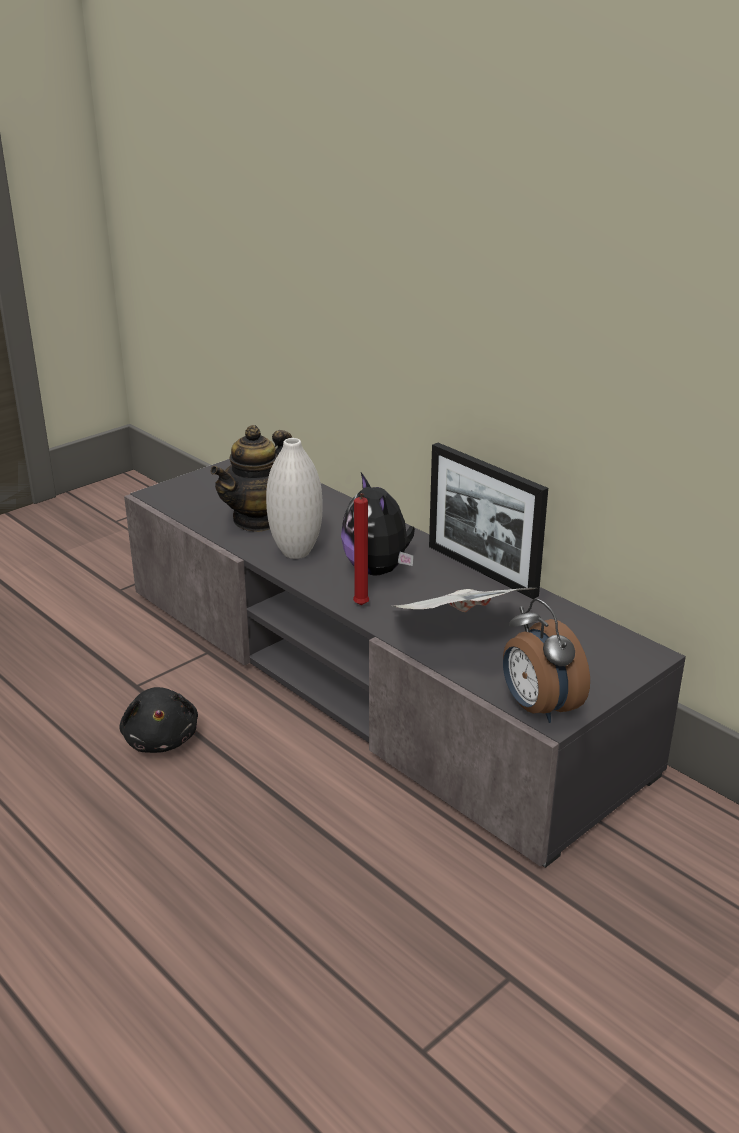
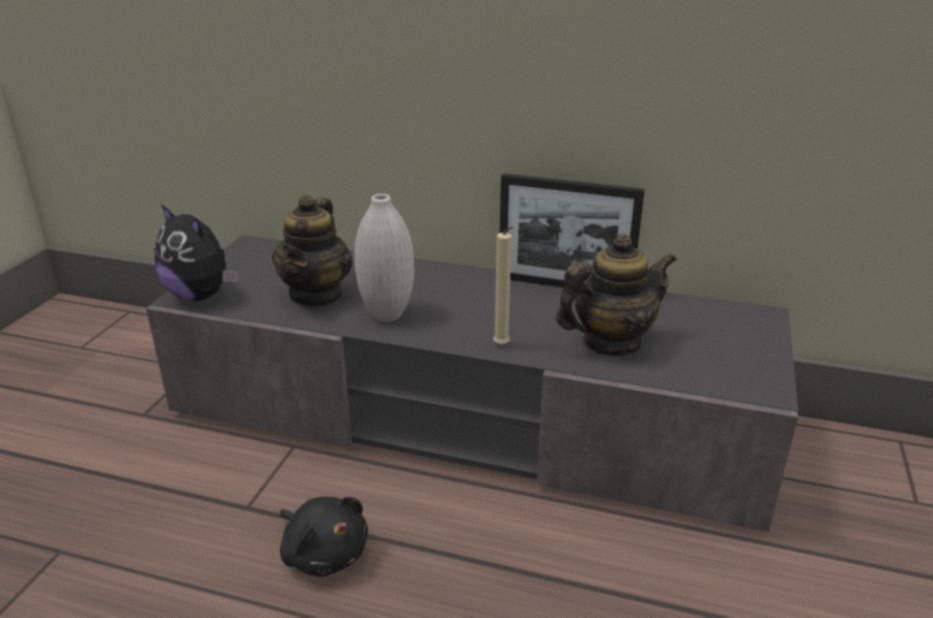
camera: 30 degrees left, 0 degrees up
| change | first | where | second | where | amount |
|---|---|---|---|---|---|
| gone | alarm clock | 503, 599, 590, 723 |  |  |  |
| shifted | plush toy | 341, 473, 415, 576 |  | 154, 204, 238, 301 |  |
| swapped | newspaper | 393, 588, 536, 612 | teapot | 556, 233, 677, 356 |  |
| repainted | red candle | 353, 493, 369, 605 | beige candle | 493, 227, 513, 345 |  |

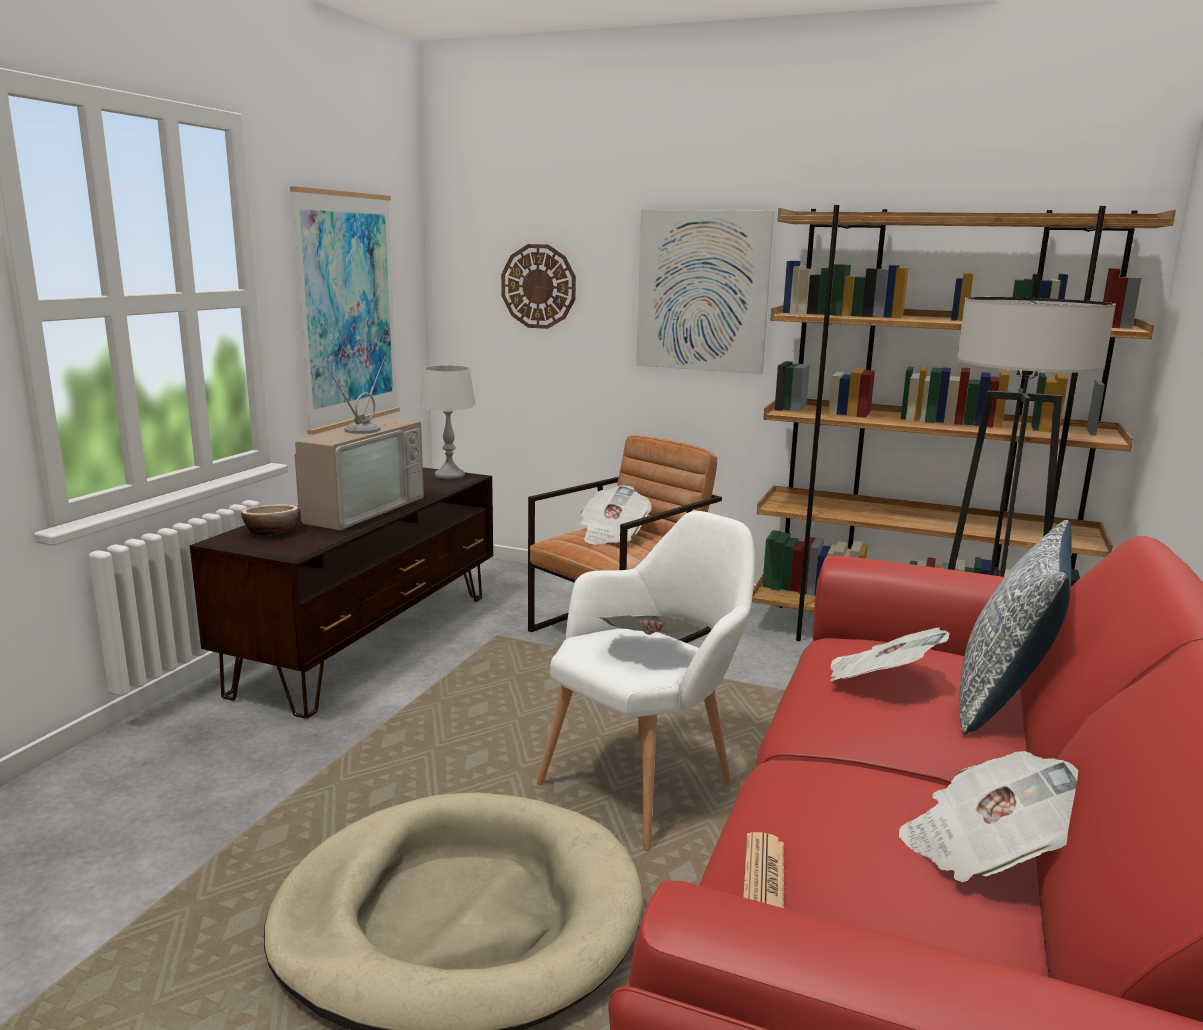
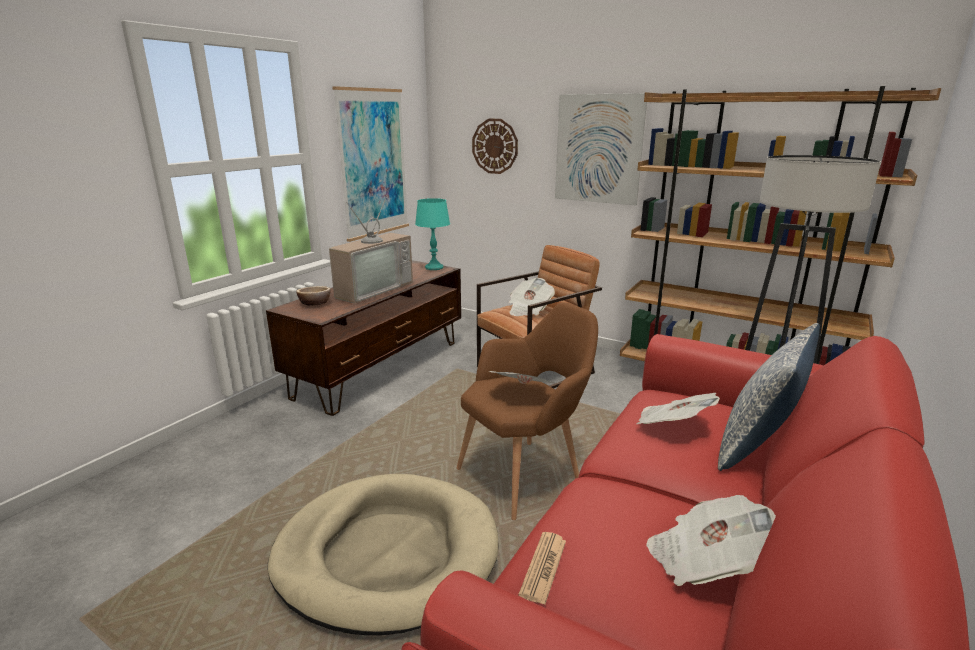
camera: 10 degrees right, 5 degrees up
| change | first | where | second | where | amount |
|---|---|---|---|---|---|
| repainted | grey table lamp | 419, 365, 476, 479 | turquoise table lamp | 415, 198, 450, 270 |  |
| repainted | white armchair | 537, 511, 755, 851 | brown armchair | 456, 302, 598, 520 |  |

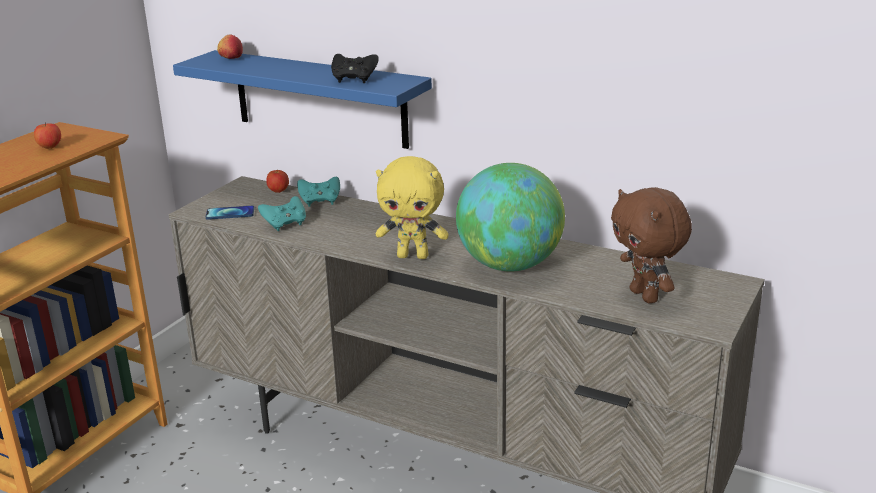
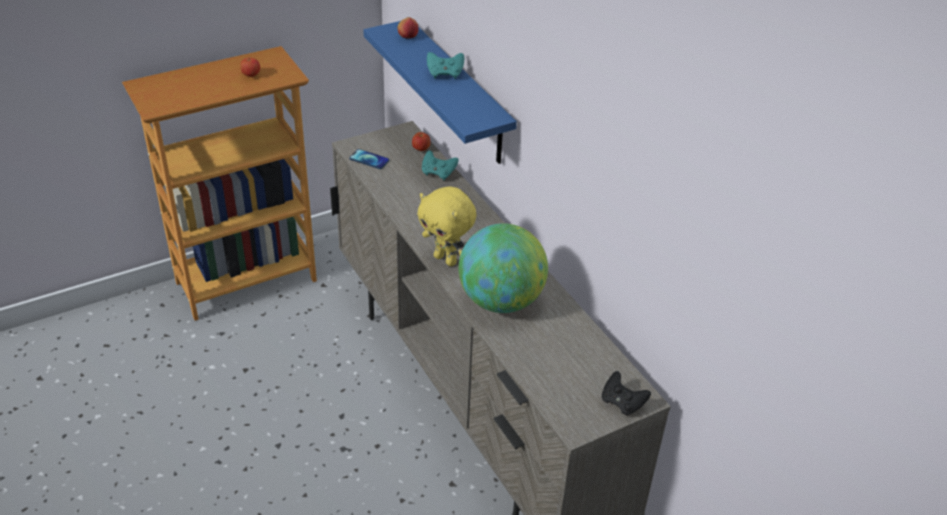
camera: 30 degrees right, 15 degrees up
| change | first | where | second | where | amount |
|---|---|---|---|---|---|
| gone | brown plush toy | 611, 187, 692, 304 |  |  |  |
| shifted | turquoise game controller | 258, 196, 306, 231 |  | 427, 52, 464, 79 |  |
| shifted | black game controller | 331, 54, 379, 83 |  | 602, 371, 651, 416 |  |

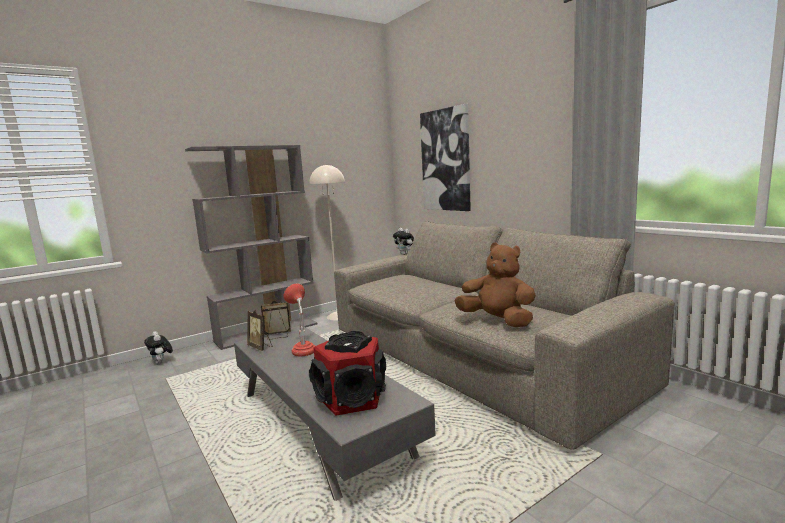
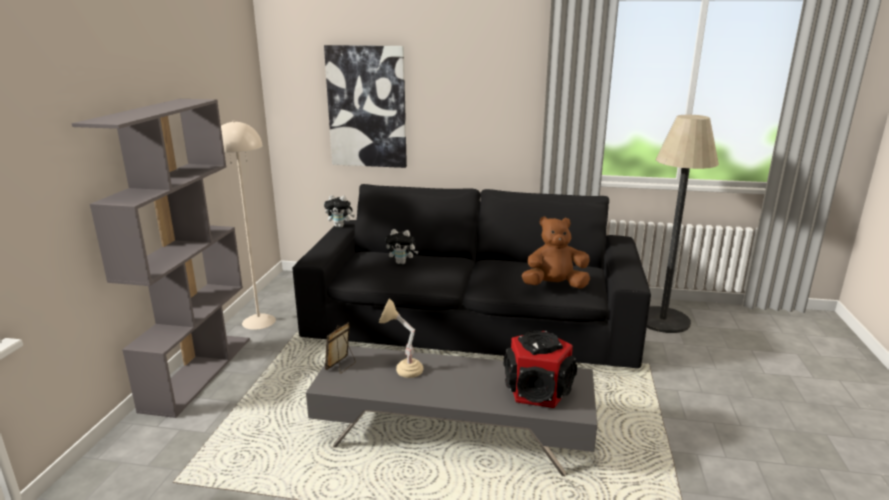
camera: 45 degrees left, 10 degrees up
| change | first | where | second | where | amount |
|---|---|---|---|---|---|
| gone | picture frame | 247, 310, 272, 351 |  |  |  |
| new |  |  | floor lamp | 647, 115, 719, 333 |  |
| shifted | plush toy | 144, 331, 173, 364 |  | 385, 229, 419, 264 |  |
| repainted | red table lamp | 284, 283, 315, 357 | beige table lamp | 379, 299, 423, 378 |  |
| repainted | beige sofa | 334, 221, 674, 450 | black sofa | 293, 184, 651, 368 |  |

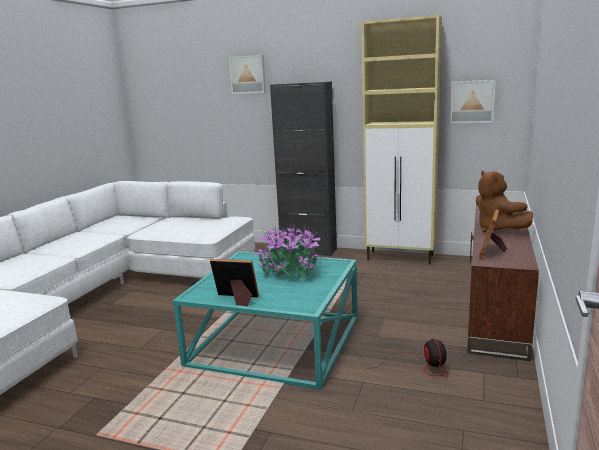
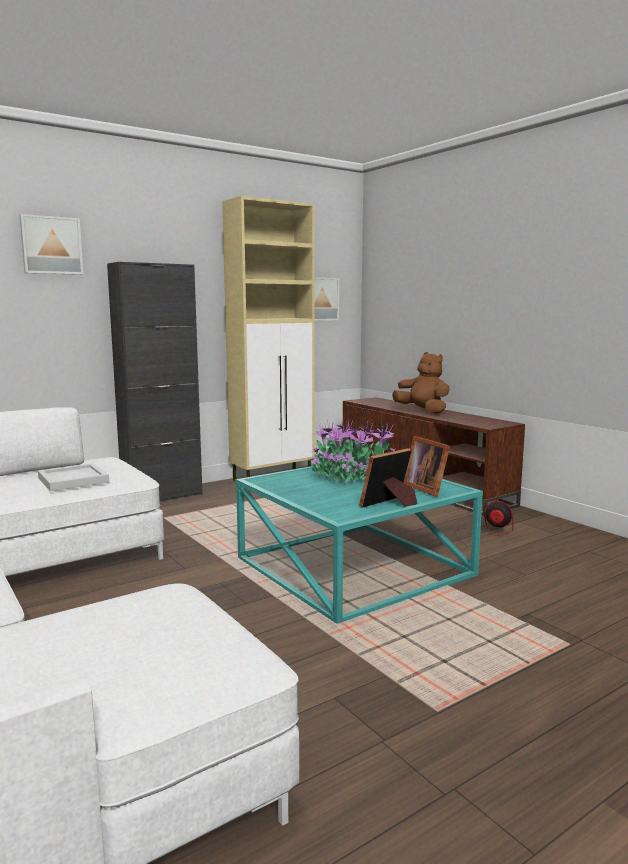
camera: 55 degrees left, 5 degrees down
| change | first | where | second | where | amount |
|---|---|---|---|---|---|
| new |  |  | white tray | 38, 463, 109, 491 |  |
| shifted | picture frame | 479, 209, 507, 259 |  | 404, 436, 450, 497 |  |
| rotated | brown plush toy | 476, 171, 533, 232 |  | 392, 352, 450, 414 | 150 degrees counterclockwise |

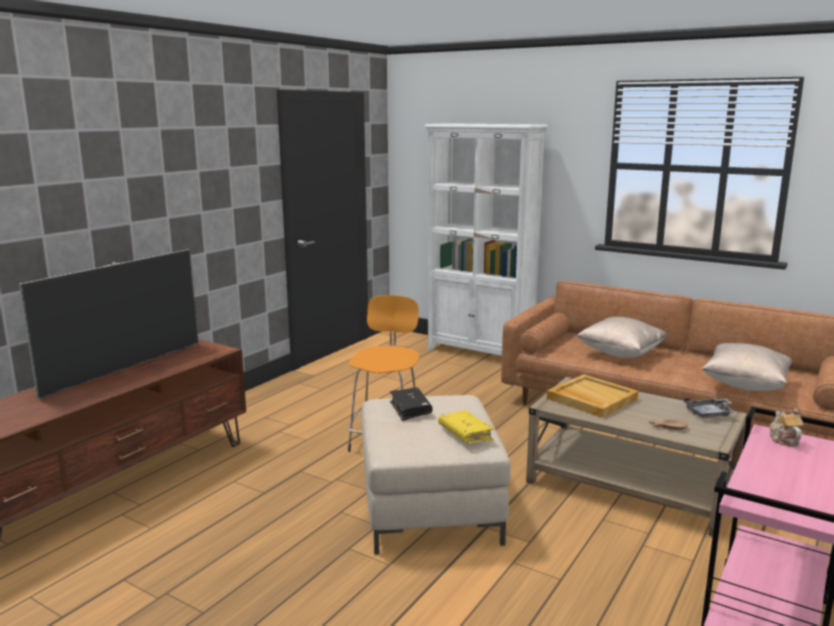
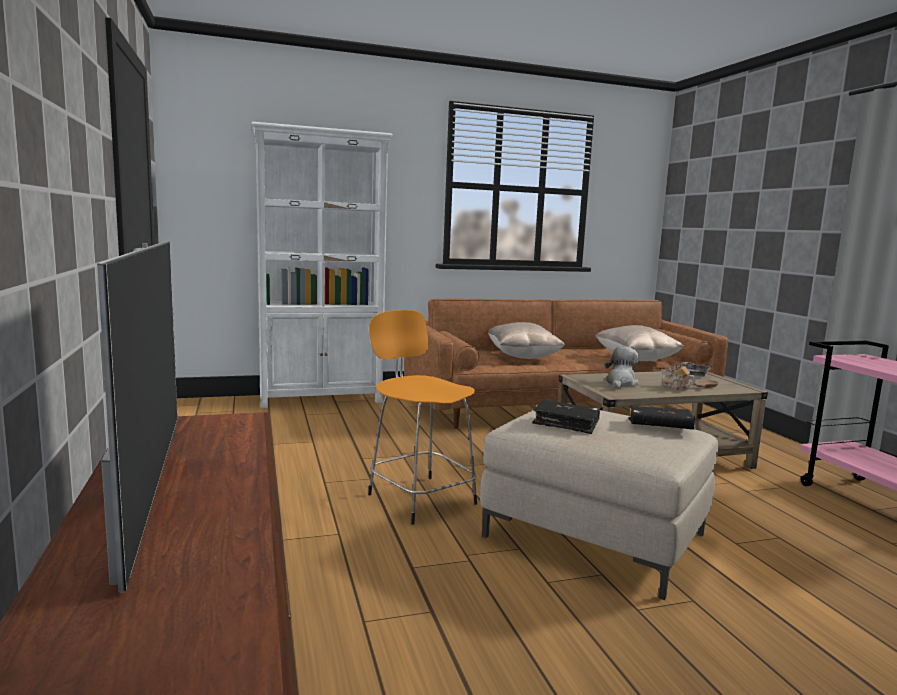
camera: 50 degrees left, 5 degrees down
| change | first | where | second | where | amount |
|---|---|---|---|---|---|
| shifted | teapot | 769, 408, 804, 447 |  | 661, 362, 695, 390 |  |
| swapped | beige tray | 547, 374, 639, 418 | plush toy | 605, 347, 639, 388 |  |
| repainted | yellow book | 438, 411, 495, 443 | black book | 628, 405, 695, 430 |  |

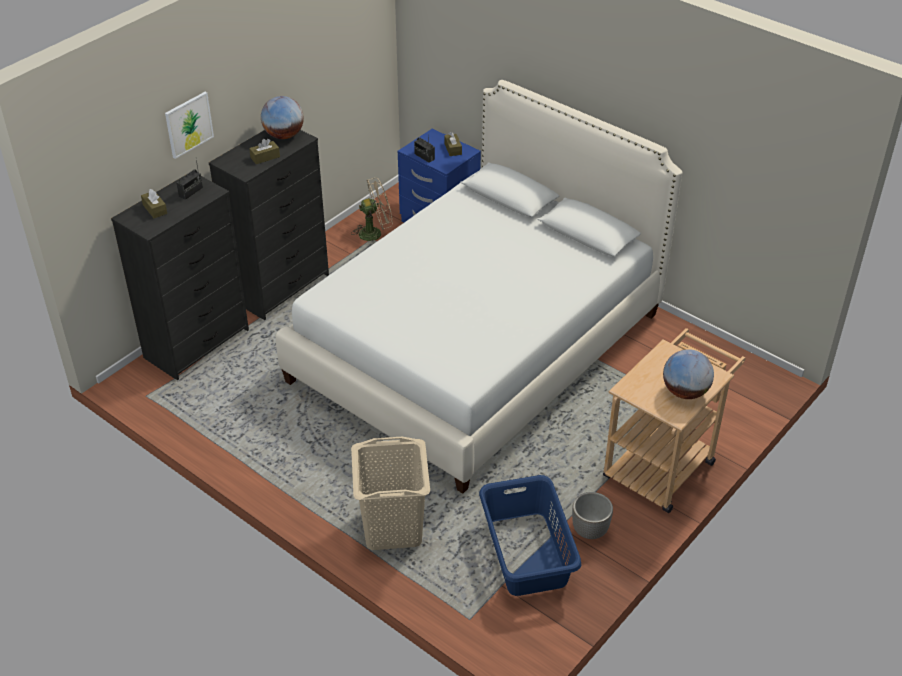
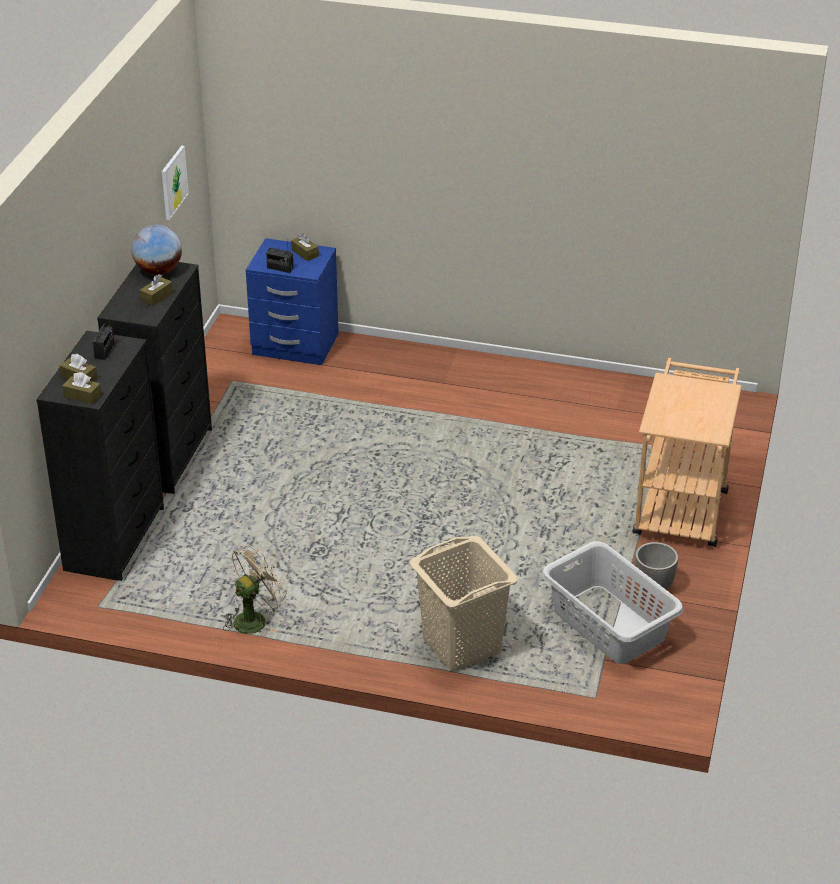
camera: 25 degrees left, 5 degrees down
| change | first | where | second | where | amount |
|---|---|---|---|---|---|
| gone | white bed | 276, 80, 683, 494 |  |  |  |
| gone | globe | 663, 349, 714, 399 |  |  |  |
| new |  |  | brown tissue box | 62, 372, 101, 404 |  |
| shifted | picture | 165, 92, 214, 159 |  | 162, 146, 189, 220 |  |
| shifted | beige fan | 351, 177, 393, 242 |  | 223, 544, 288, 634 |  |
| repainted | blue laundry basket | 479, 475, 581, 596 | grey laundry basket | 542, 541, 683, 664 |  |

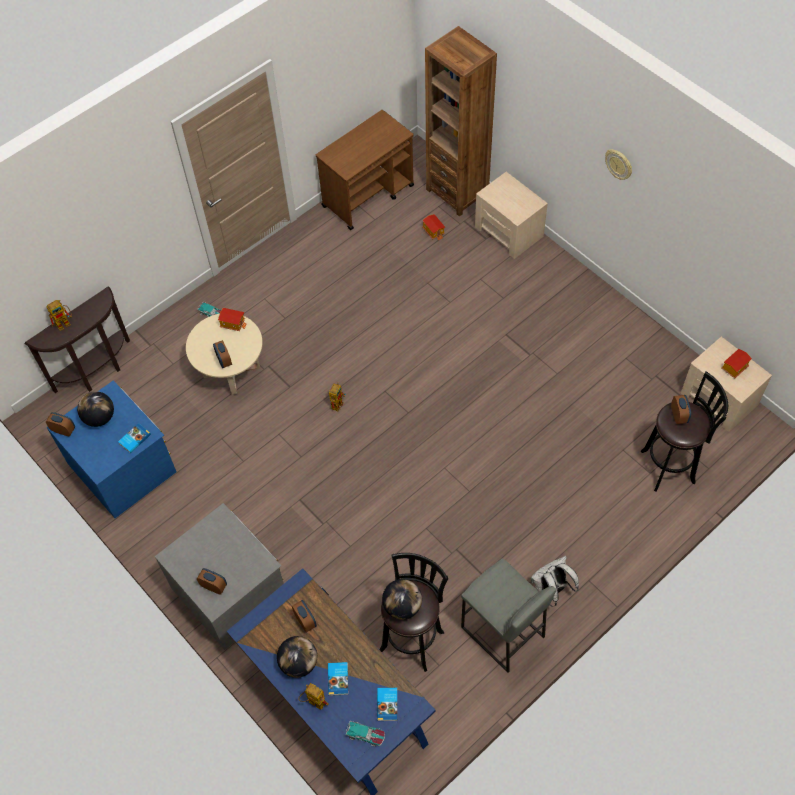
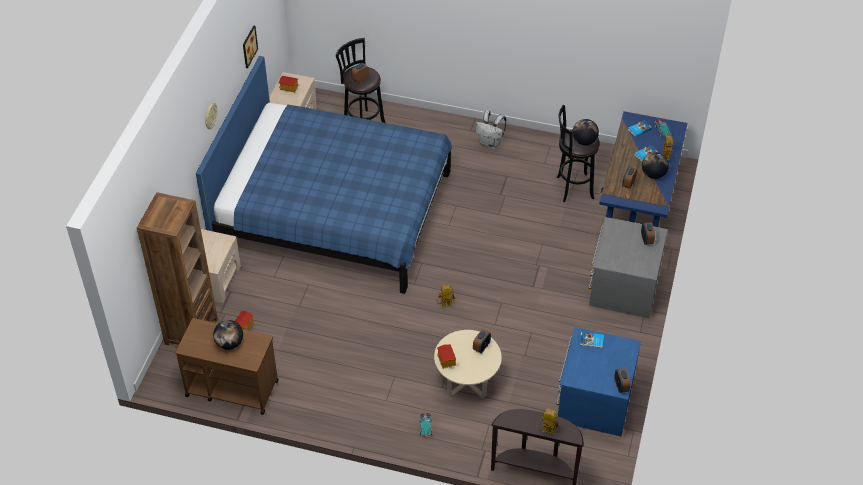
camera: 125 degrees left, 10 degrees down
| change | first | where | second | where | amount |
|---|---|---|---|---|---|
| gone | grey stool | 461, 558, 556, 673 |  |  |  |
| new |  |  | blue bed | 196, 56, 452, 294 |  |
| new |  |  | picture | 243, 25, 258, 68 |  |
| shifted | globe | 77, 391, 114, 427 |  | 213, 320, 243, 350 |  |

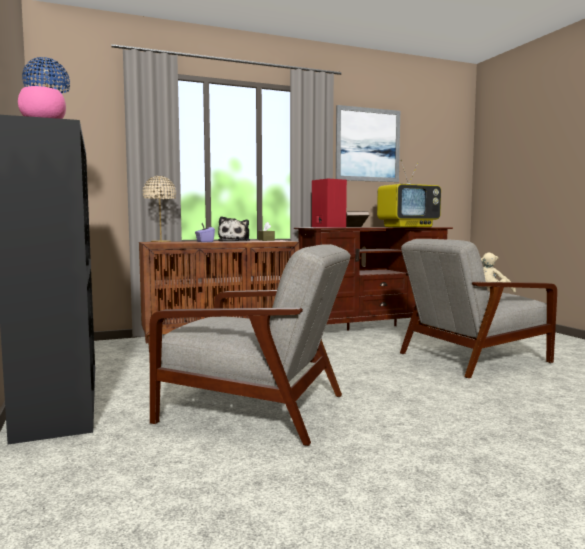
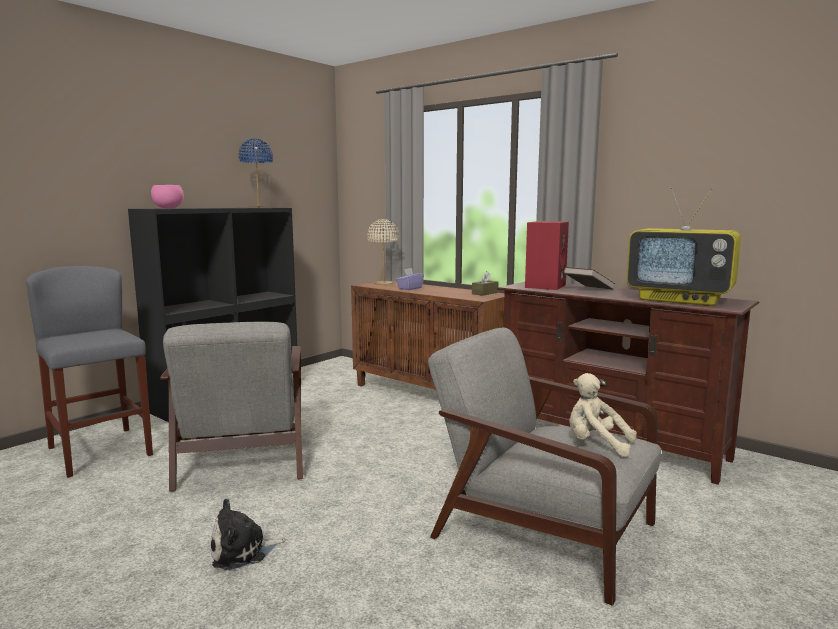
camera: 60 degrees right, 5 degrees up
| change | first | where | second | where | amount |
|---|---|---|---|---|---|
| gone | picture | 336, 105, 400, 182 |  |  |  |
| new |  |  | grey stool | 26, 266, 153, 478 |  |
| shifted | plush toy | 218, 216, 250, 241 |  | 210, 498, 286, 570 |  |

